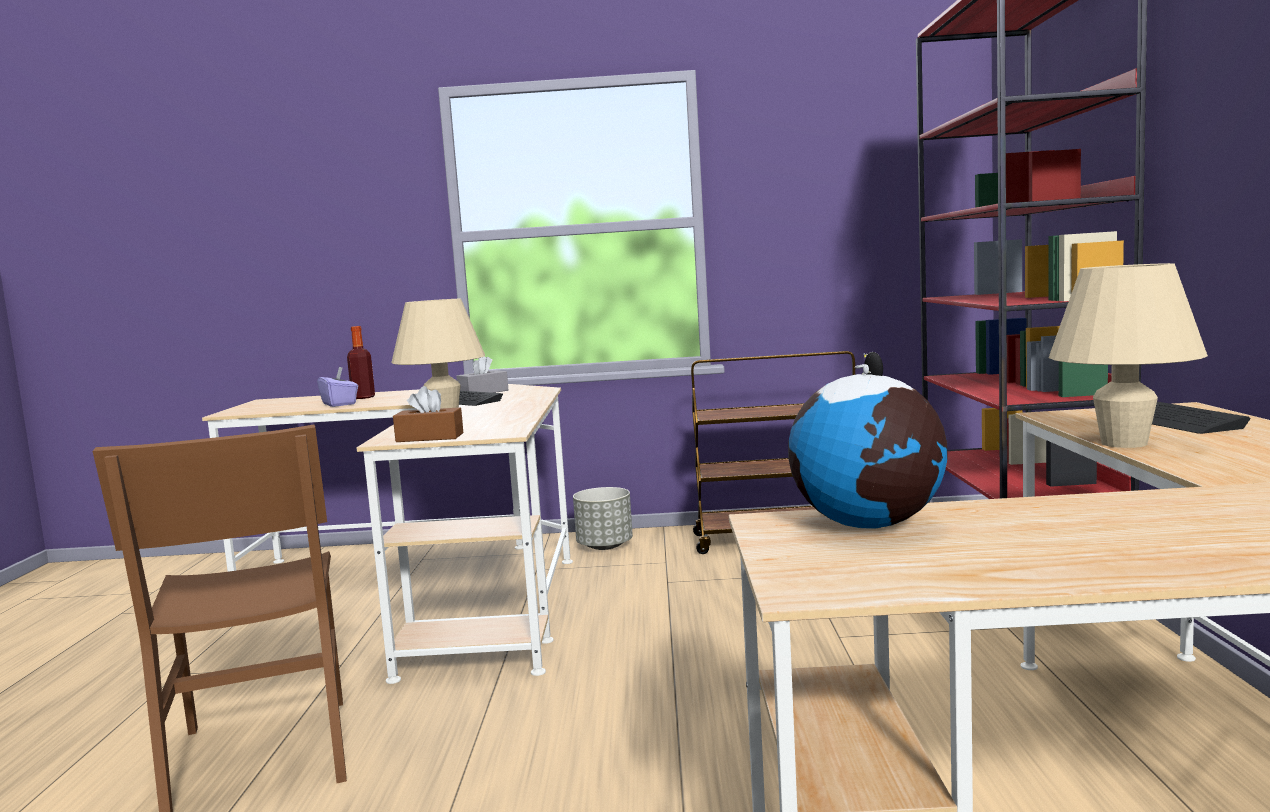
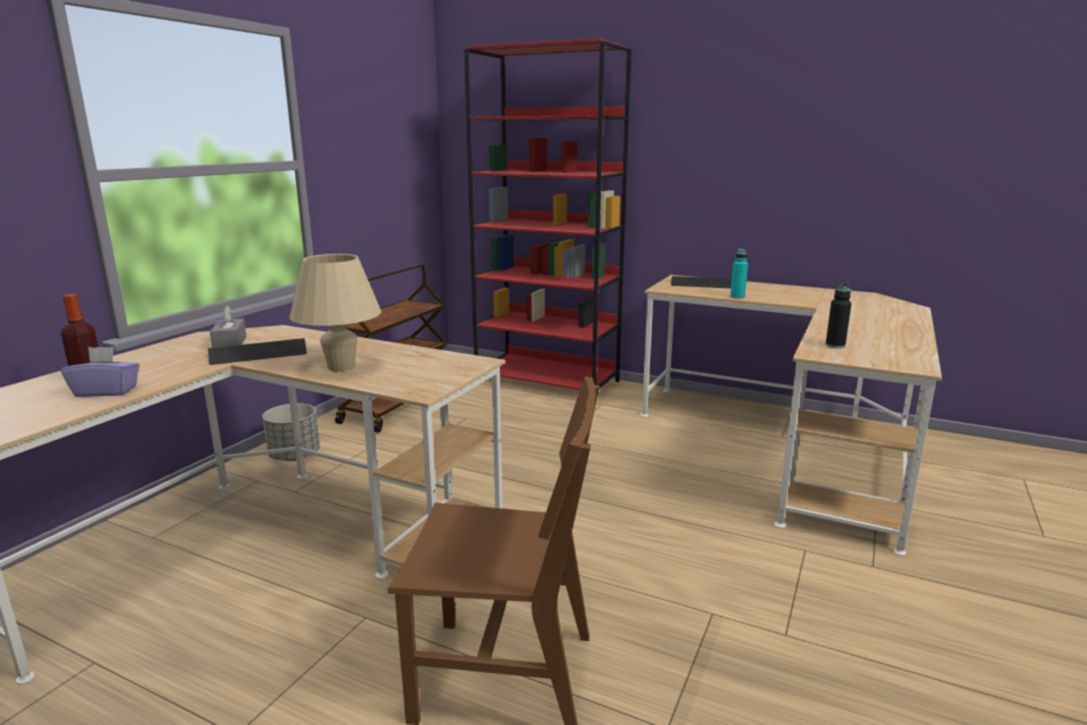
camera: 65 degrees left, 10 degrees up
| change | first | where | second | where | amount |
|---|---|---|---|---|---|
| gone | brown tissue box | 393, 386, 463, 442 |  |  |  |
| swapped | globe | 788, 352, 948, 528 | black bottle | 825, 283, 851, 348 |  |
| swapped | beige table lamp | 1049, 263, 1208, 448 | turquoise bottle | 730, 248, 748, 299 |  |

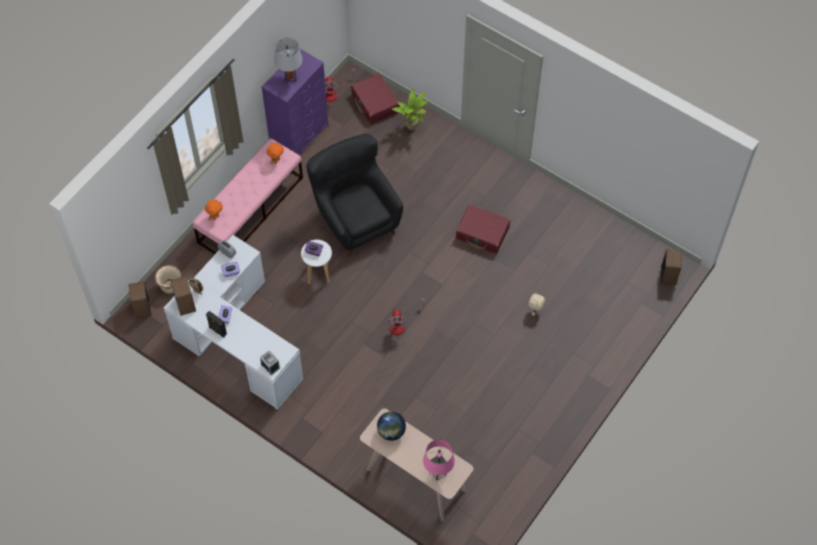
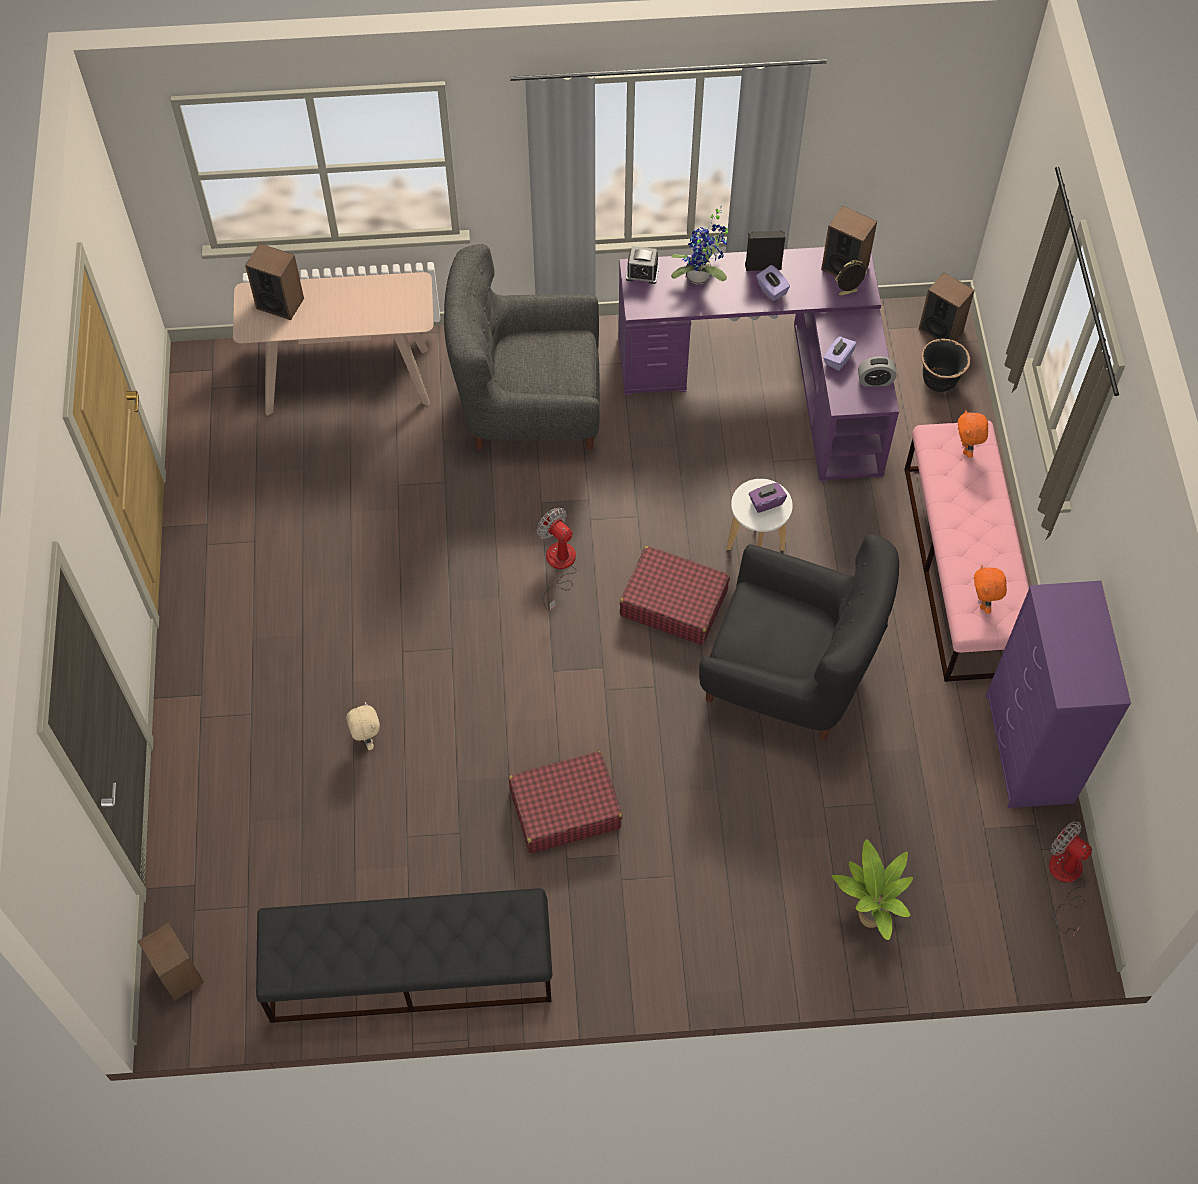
camera: 140 degrees right, 0 degrees up
| change | first | where | second | where | amount |
|---|---|---|---|---|---|
| gone | grey table lamp | 275, 38, 303, 82 |  |  |  |
| gone | globe | 377, 412, 406, 441 |  |  |  |
| new |  |  | black bench | 256, 888, 552, 1023 |  |
| new |  |  | grey armchair | 444, 244, 600, 450 |  |
| new |  |  | potted plant | 671, 206, 728, 284 |  |
| shifted | red suitcase | 351, 73, 399, 124 |  | 620, 546, 730, 645 |  |
| swapped | pink table lamp | 423, 439, 455, 480 | speaker | 245, 243, 304, 320 |  |
| repainted | beige planter | 155, 265, 181, 293 | black planter | 921, 339, 970, 392 |  |
| repainted | white desk | 164, 235, 304, 410 | purple desk | 618, 247, 899, 482 |  |

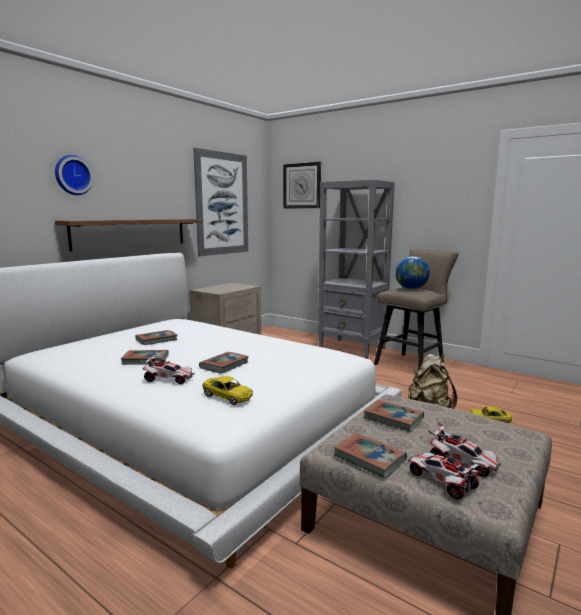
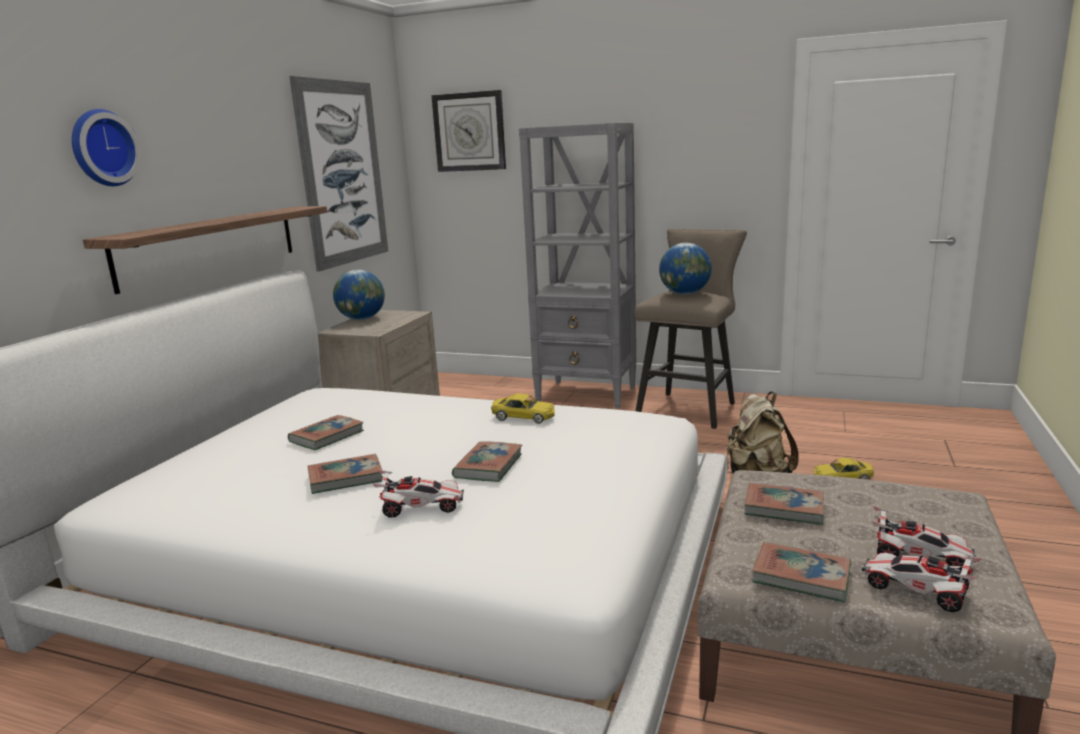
camera: 15 degrees left, 5 degrees up
| change | first | where | second | where | amount |
|---|---|---|---|---|---|
| new |  |  | globe | 333, 270, 385, 320 |  |
| shifted | yellow toy car | 202, 376, 253, 405 |  | 491, 393, 555, 424 |  |

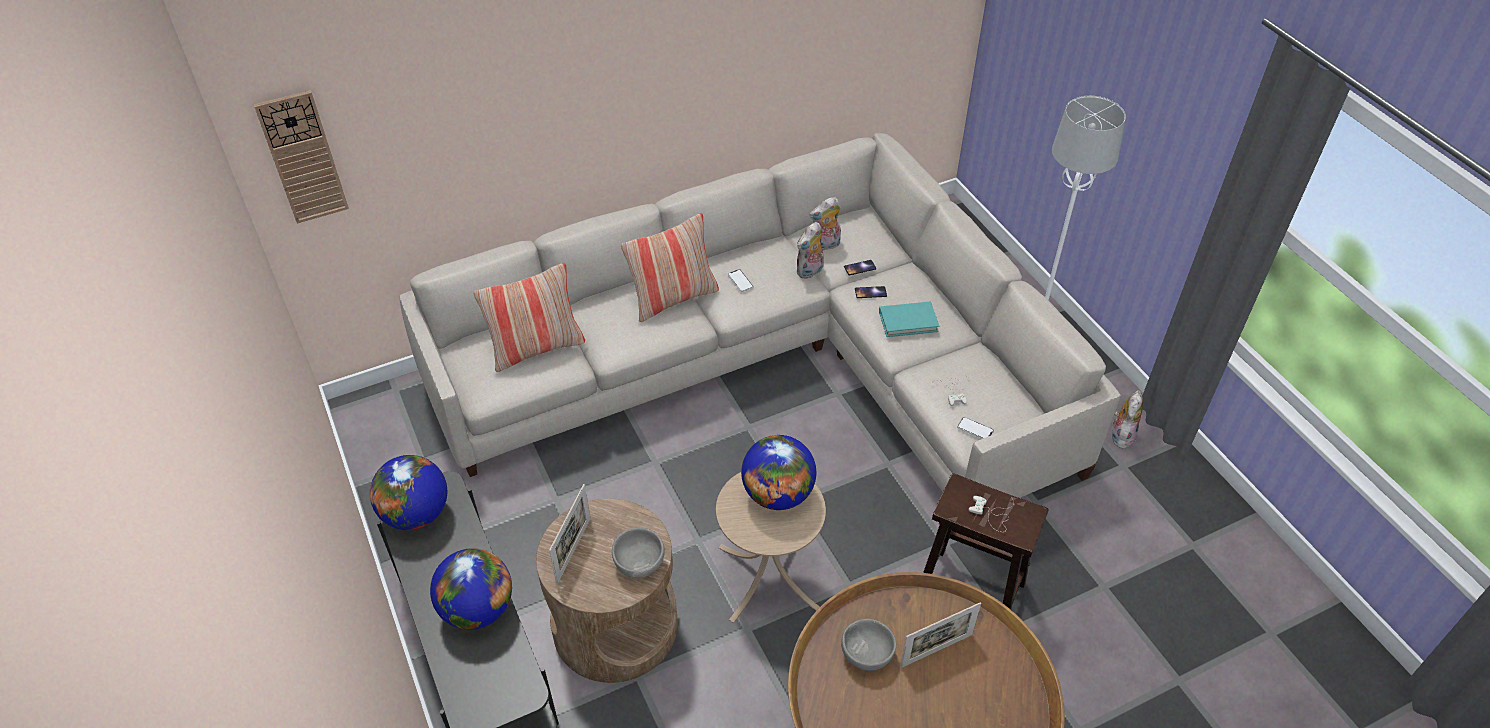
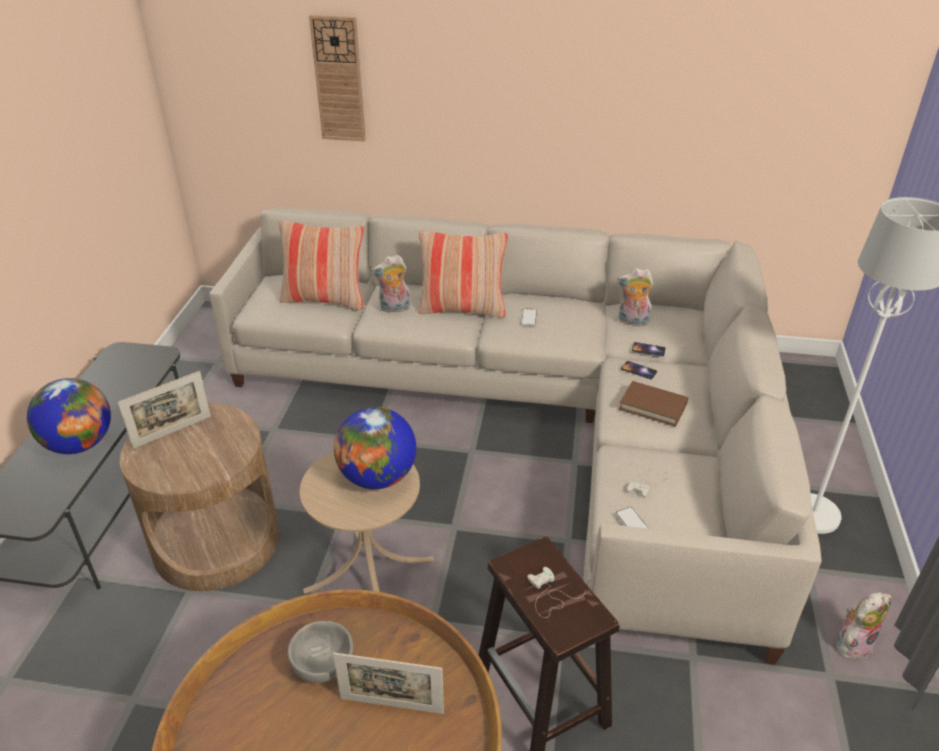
camera: 35 degrees right, 10 degrees down
| change | first | where | second | where | amount |
|---|---|---|---|---|---|
| gone | globe | 370, 455, 447, 530 |  |  |  |
| gone | grey bowl | 612, 527, 665, 578 |  |  |  |
| shifted | wall clock | 254, 90, 349, 223 |  | 309, 15, 366, 142 |  |
| shifted | plush toy | 797, 222, 824, 279 |  | 372, 255, 411, 313 |  |
| repainted | turquoise book | 879, 302, 939, 337 | brown book | 619, 381, 688, 427 |  |

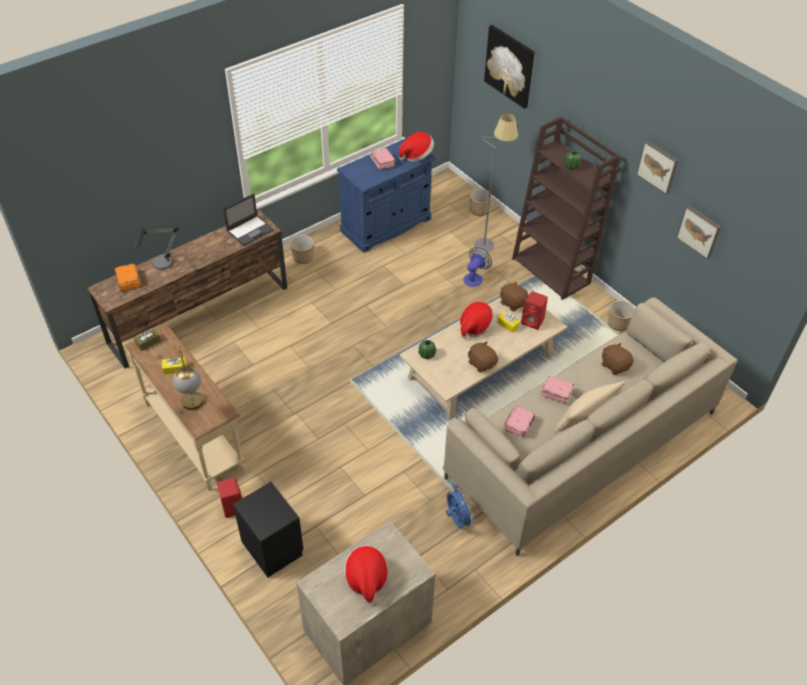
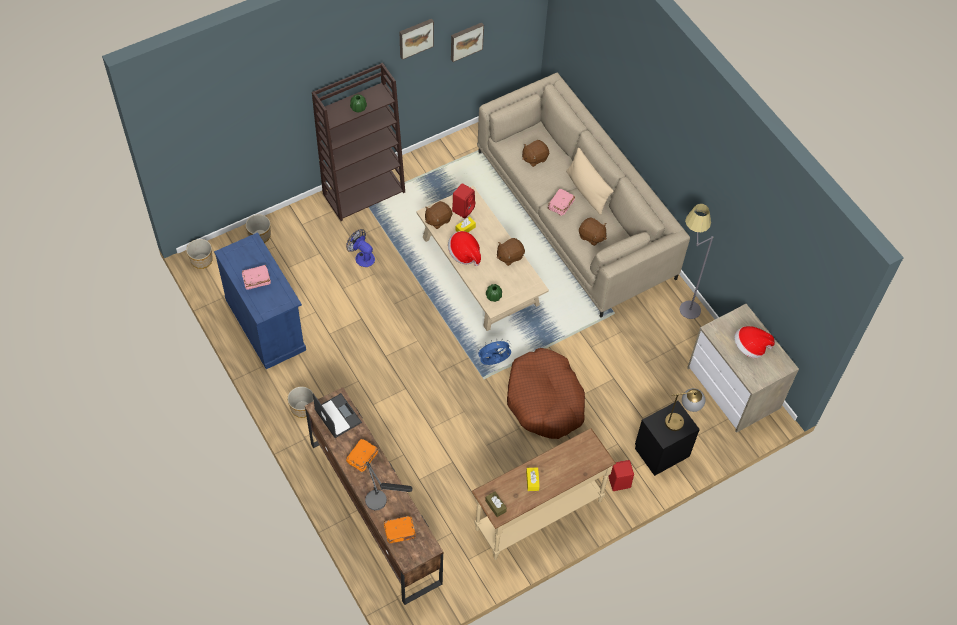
camera: 85 degrees left, 10 degrees up
| change | first | where | second | where | amount |
|---|---|---|---|---|---|
| gone | hat | 399, 132, 434, 162 |  |  |  |
| gone | picture | 484, 25, 535, 109 |  |  |  |
| new |  |  | orange book | 346, 438, 378, 472 |  |
| new |  |  | brown dog bed | 507, 348, 585, 439 |  |
| shifted | table lamp | 173, 346, 204, 410 |  | 665, 388, 705, 431 |  |
| shifted | blue fan | 446, 487, 474, 529 |  | 476, 339, 511, 365 |  |
| shifted | grey floor lamp | 474, 113, 518, 252 |  | 679, 204, 713, 319 |  |
| shifted | planter | 608, 300, 635, 331 |  | 186, 239, 213, 269 |  |
| swapped | pink book | 504, 406, 535, 437 | brown plush toy | 579, 218, 607, 246 |  |

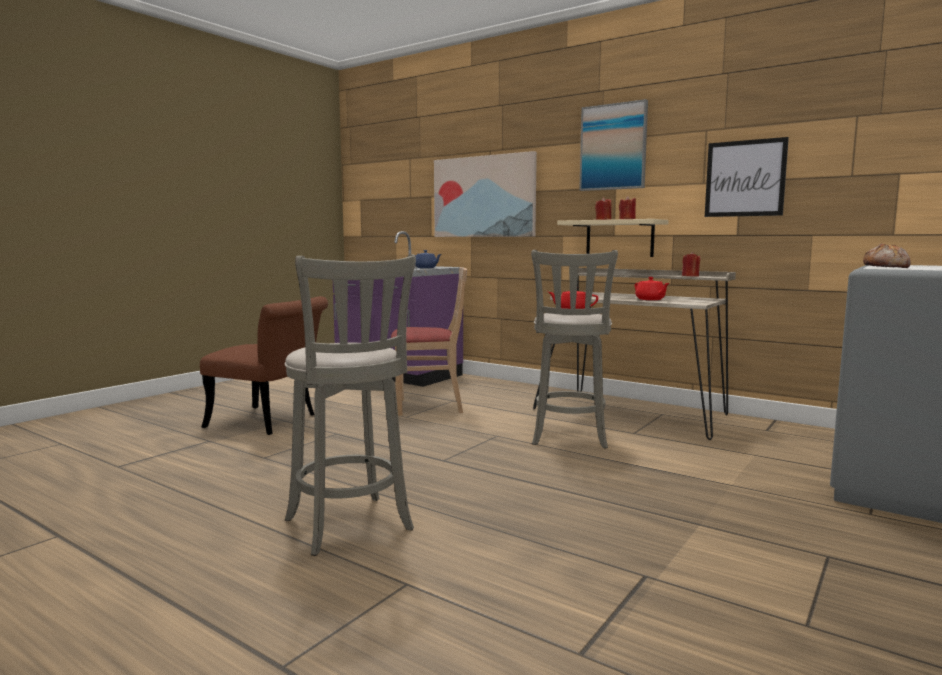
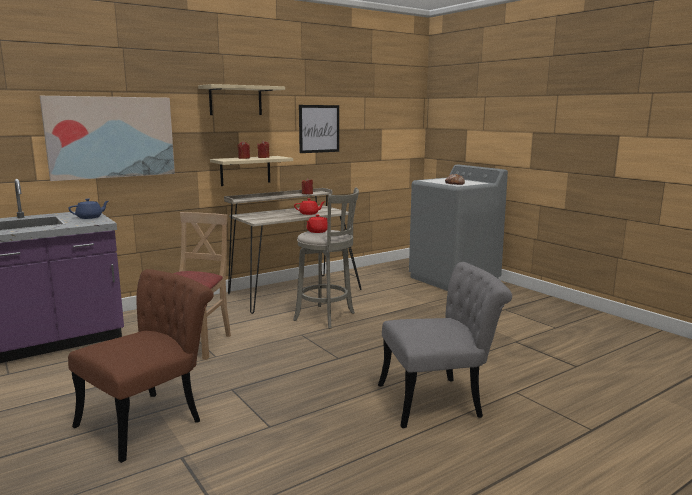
camera: 70 degrees left, 5 degrees up
| change | first | where | second | where | amount |
|---|---|---|---|---|---|
| swapped | grey stool | 285, 254, 416, 556 | grey chair | 378, 262, 512, 428 |  |
| swapped | picture | 579, 99, 648, 191 | beige shelf | 198, 84, 285, 115 |  |

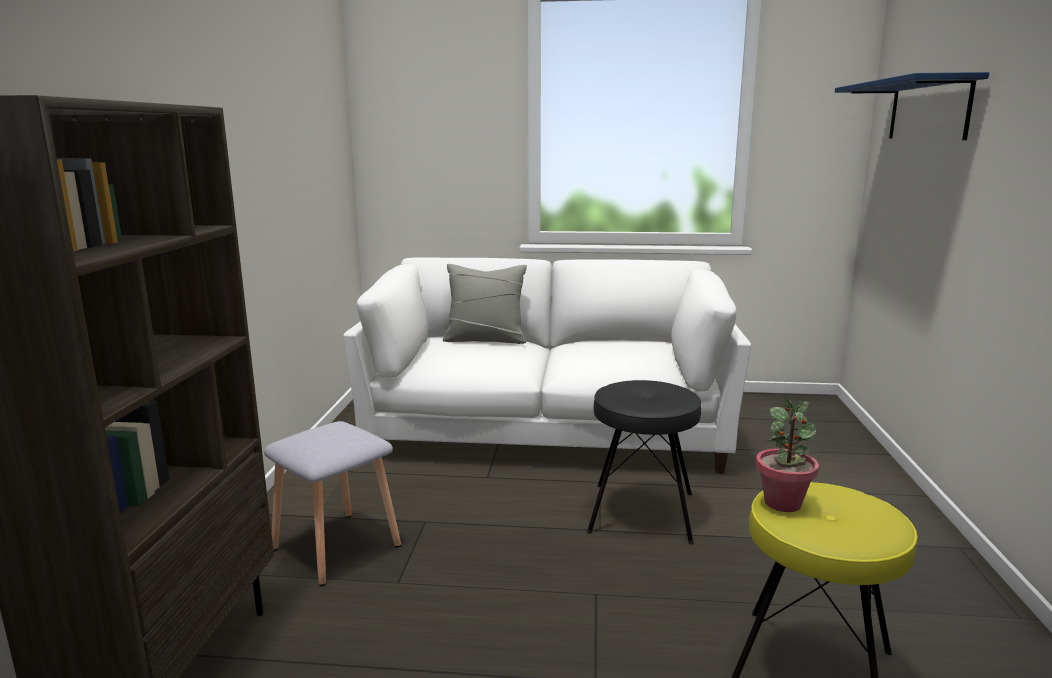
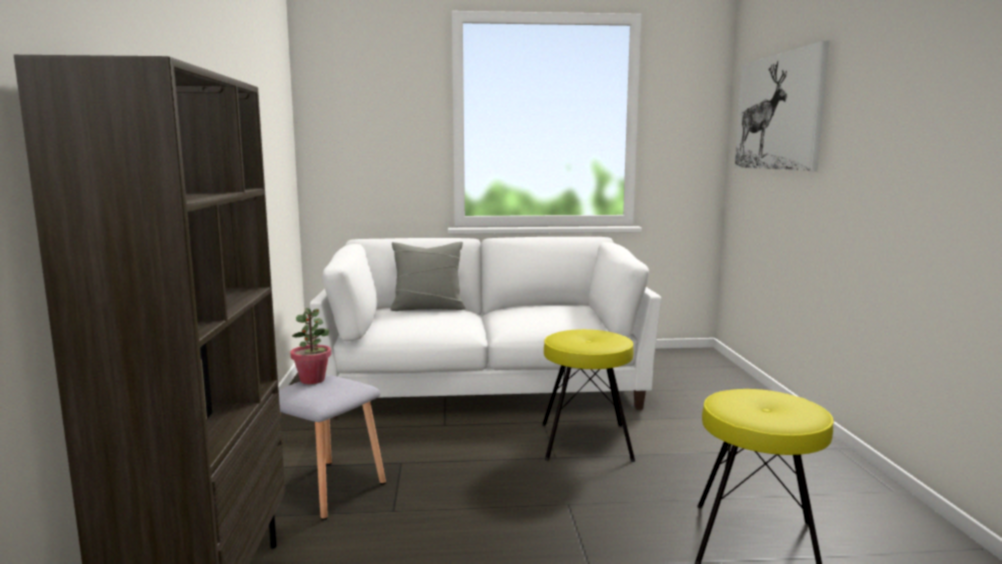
camera: 10 degrees left, 5 degrees down
| change | first | where | second | where | amount |
|---|---|---|---|---|---|
| shifted | potted plant | 756, 398, 819, 512 |  | 291, 308, 331, 384 |  |
| swapped | blue shelf | 835, 72, 989, 140 | picture | 735, 41, 829, 171 |  |
| repainted | black stool | 587, 380, 701, 544 | yellow stool | 542, 329, 635, 462 |  |

